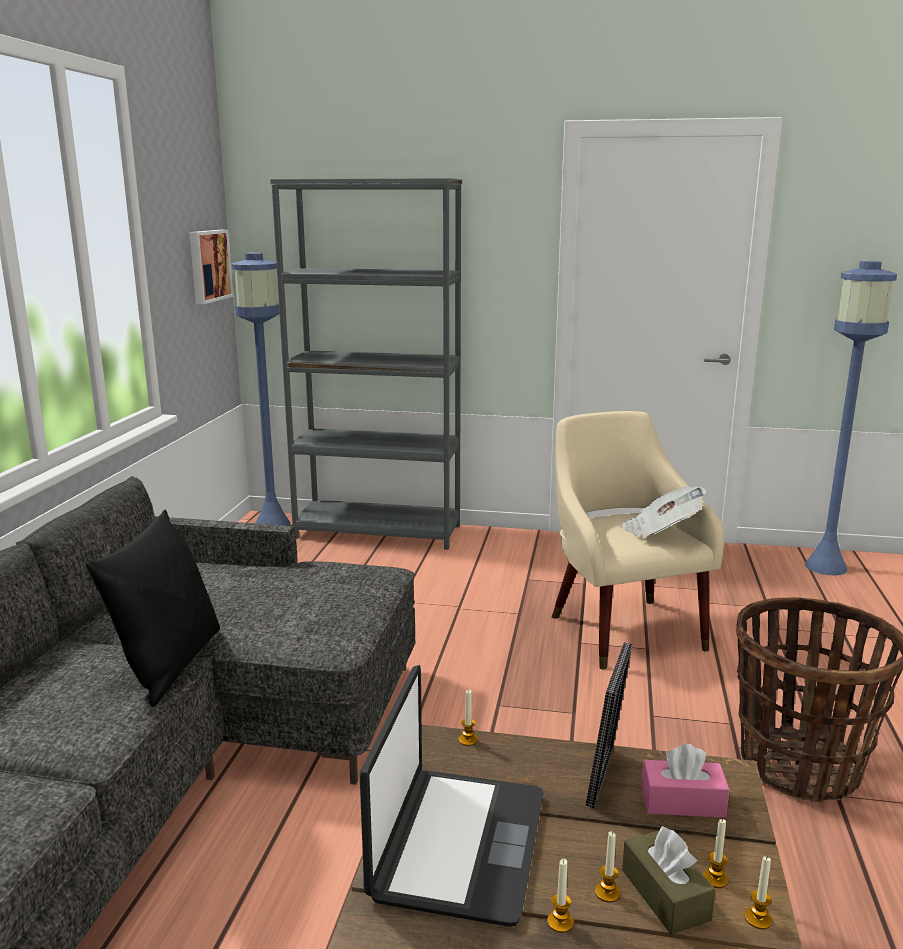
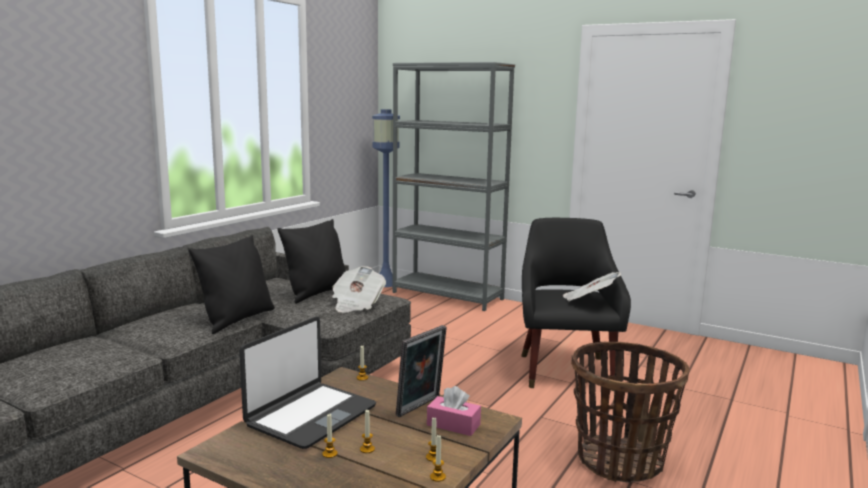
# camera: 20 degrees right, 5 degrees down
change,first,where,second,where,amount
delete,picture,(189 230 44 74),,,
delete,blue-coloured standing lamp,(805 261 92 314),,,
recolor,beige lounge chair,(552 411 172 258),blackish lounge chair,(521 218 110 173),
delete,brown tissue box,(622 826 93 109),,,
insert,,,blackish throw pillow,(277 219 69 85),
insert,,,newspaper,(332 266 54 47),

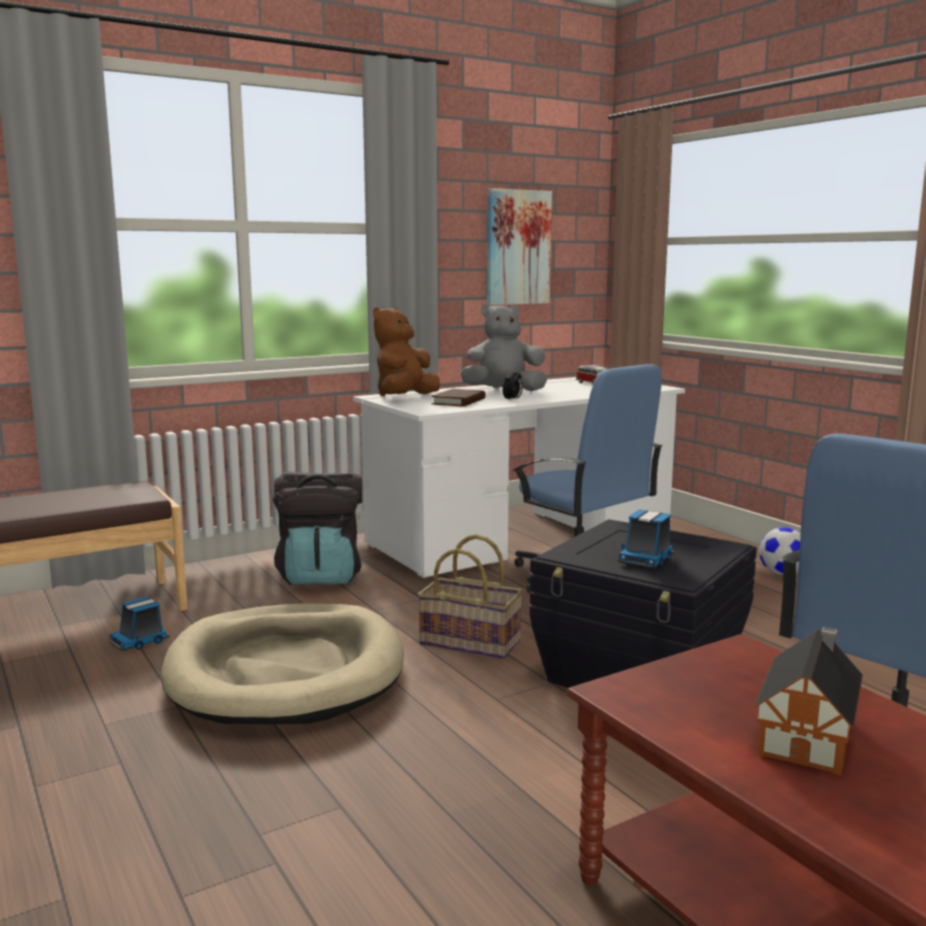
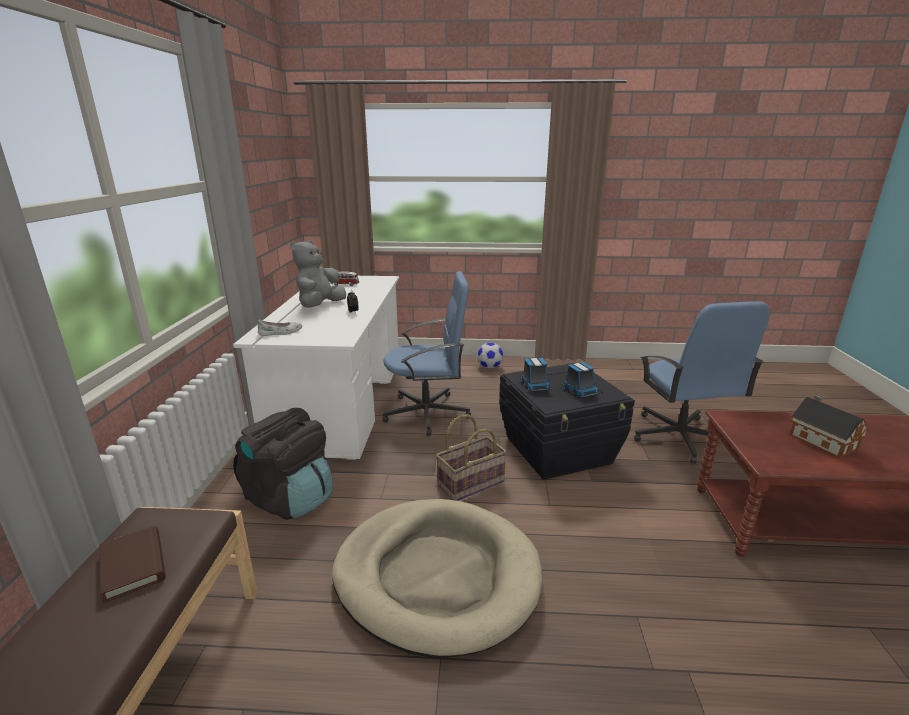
# camera: 55 degrees left, 10 degrees up
change,first,where,second,where,amount
delete,picture,(487 188 65 117),,,
replace,brown cuddly toy,(373 307 67 89),white shoe,(258 320 44 16),
move,brown bound book,(431 389 55 17),,(100 526 66 77),
move,model truck,(109 597 61 54),,(521 358 30 34),

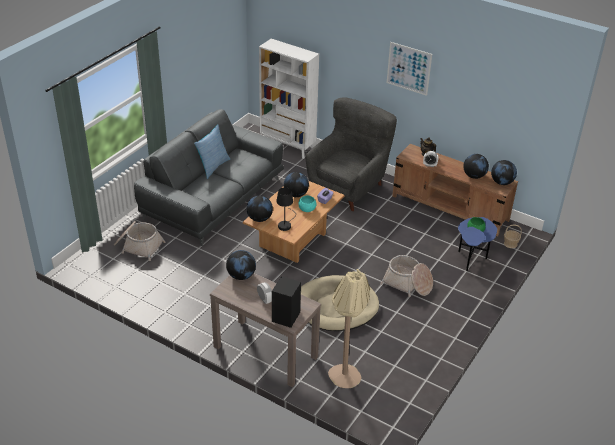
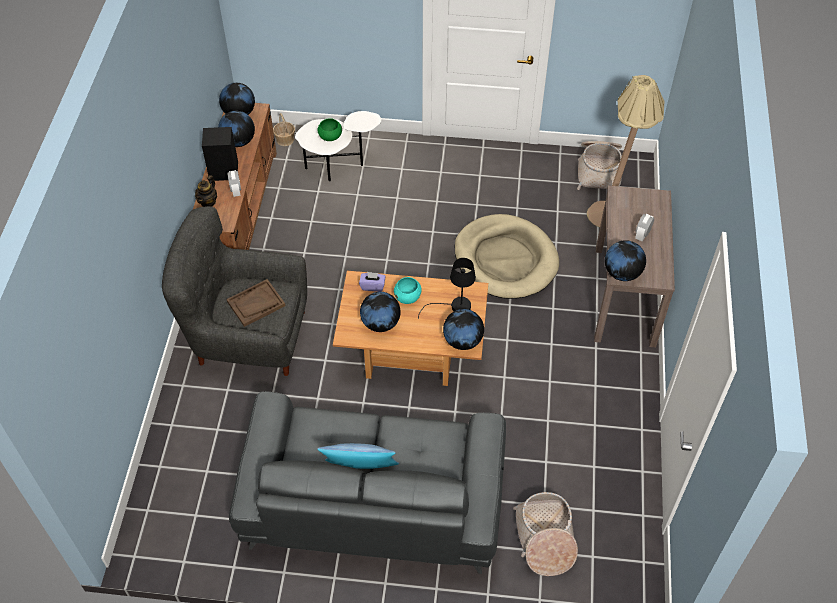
# camera: 115 degrees left, 15 degrees up
change,first,where,second,where,amount
delete,white bookcase,(259 39 60 120),,,
delete,picture,(387 42 45 54),,,
recolor,blue-coloured side table,(458 217 39 54),white side table,(295 111 86 70),
move,household basket,(380 255 53 42),,(577 141 45 49),
move,blackish audio speaker,(272 276 29 52),,(202 127 36 54),
insert,,,brown tray,(226 279 59 48),

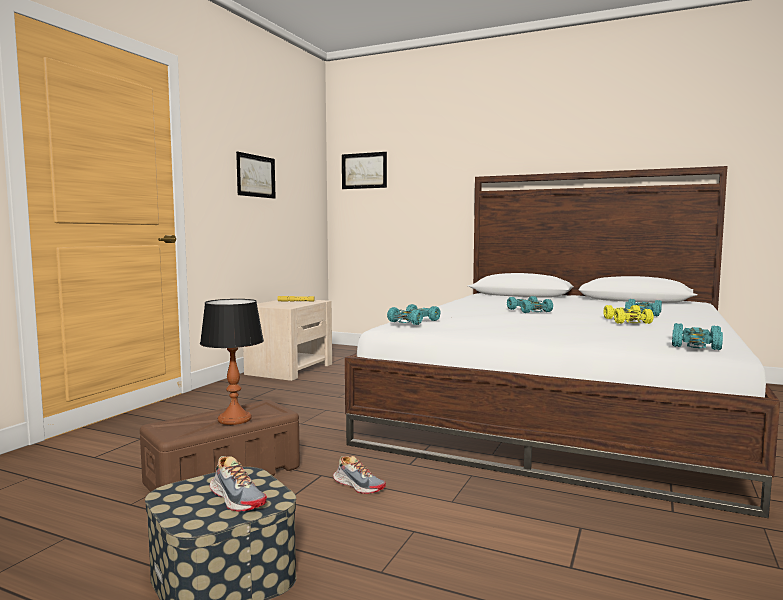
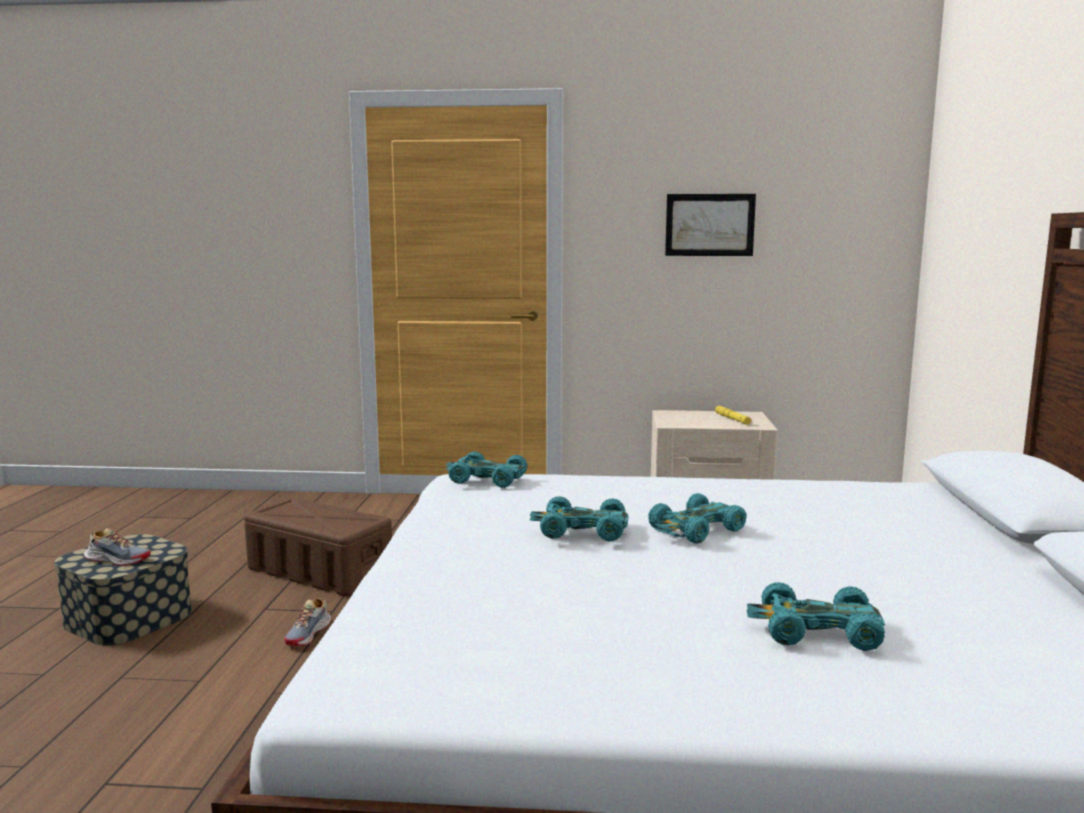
# camera: 70 degrees right, 5 degrees up
change,first,where,second,where,amount
delete,picture,(342 152 45 37),,,
delete,tabletop lamp,(200 299 64 126),,,
delete,yellow-coloured model car,(603 305 51 19),,,
move,blue-green model car,(672 323 51 27),,(530 496 98 45),
rotate,shoe,(210 456 57 55),,(84 528 67 38),105 degrees counterclockwise

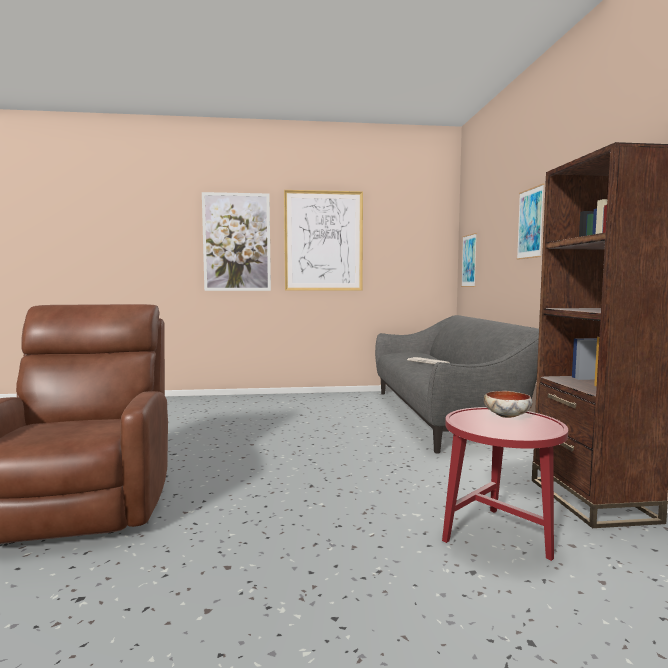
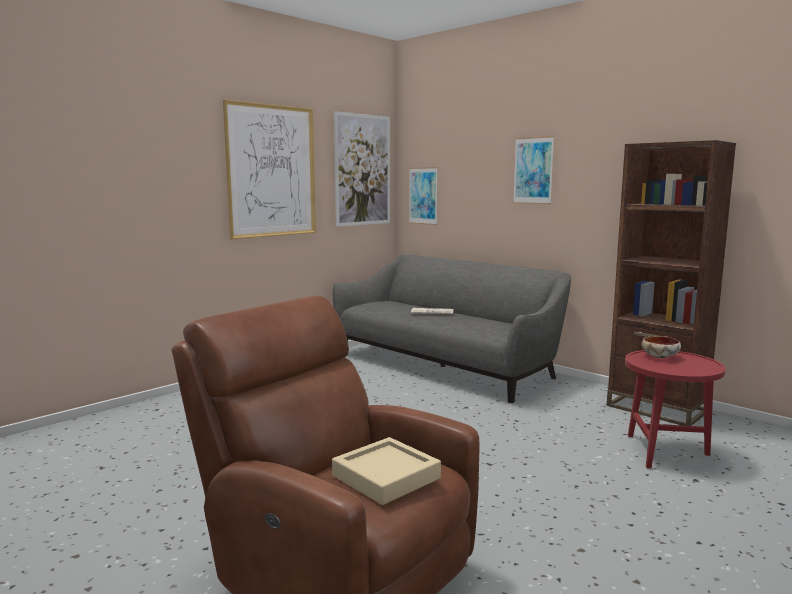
# camera: 40 degrees left, 5 degrees up
change,first,where,second,where,amount
move,picture,(202 192 69 99),,(334 111 56 116),
insert,,,beige tray,(332 437 109 68),

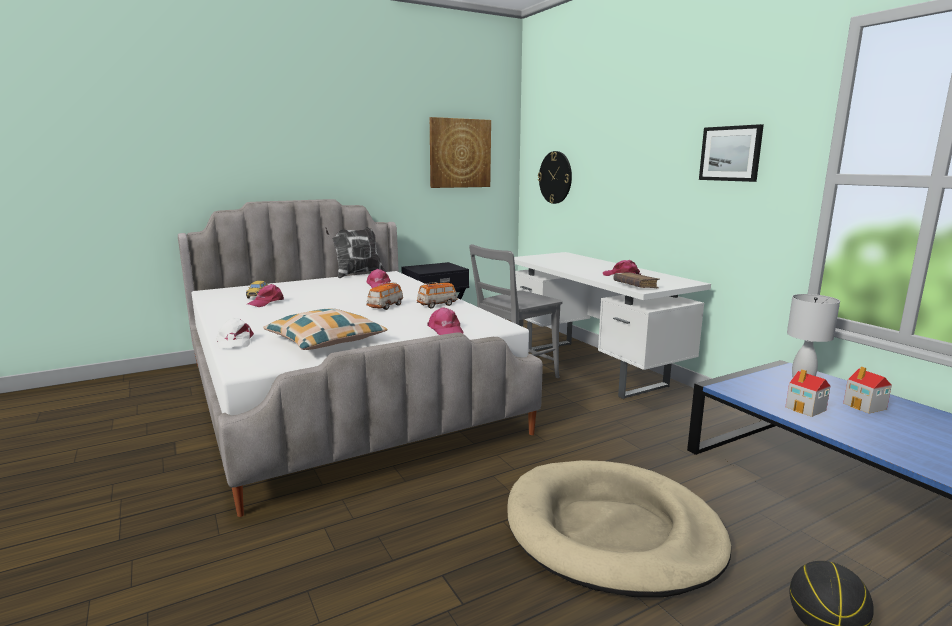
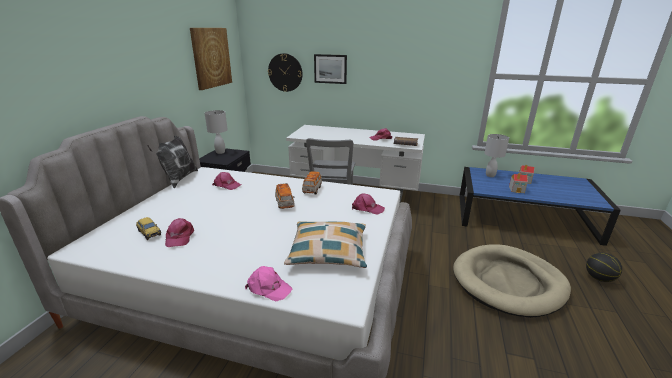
# camera: 45 degrees left, 10 degrees up
change,first,where,second,where,amount
move,picture,(699 124 65 58),,(314 54 33 30),
recolor,white baseball cap,(216 318 38 31),pinkish baseball cap,(245 266 47 35),
insert,,,white tabletop lamp,(205 110 23 44),

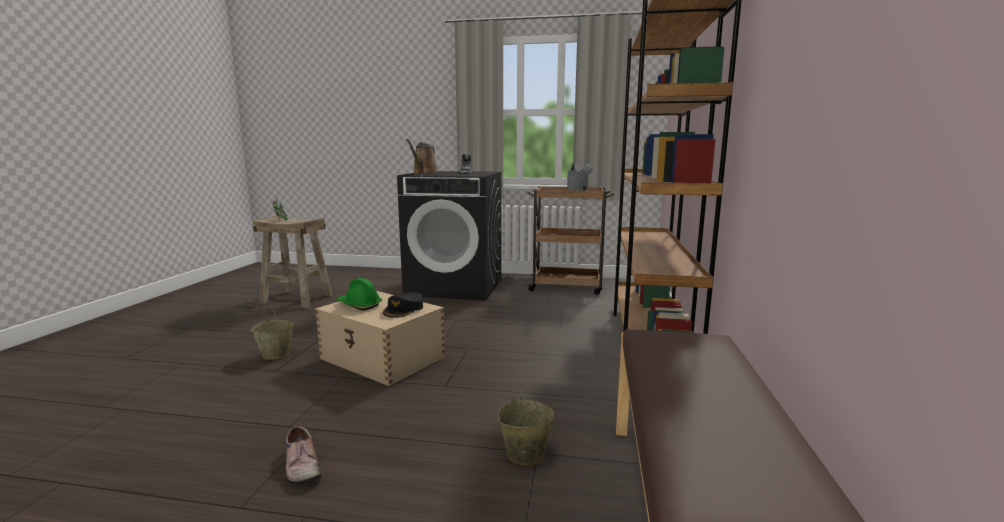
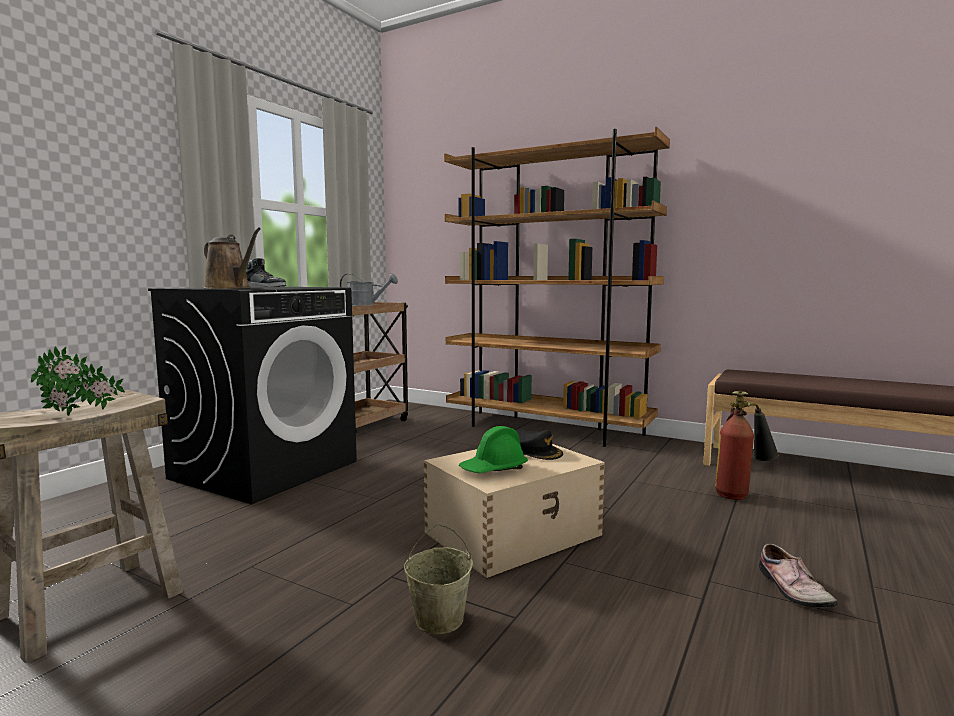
# camera: 70 degrees left, 5 degrees down
change,first,where,second,where,amount
replace,beige bucket,(498 384 56 81),fire extinguisher,(715 390 64 110),
rotate,shoe,(286 426 36 59),,(759 544 78 64),90 degrees clockwise

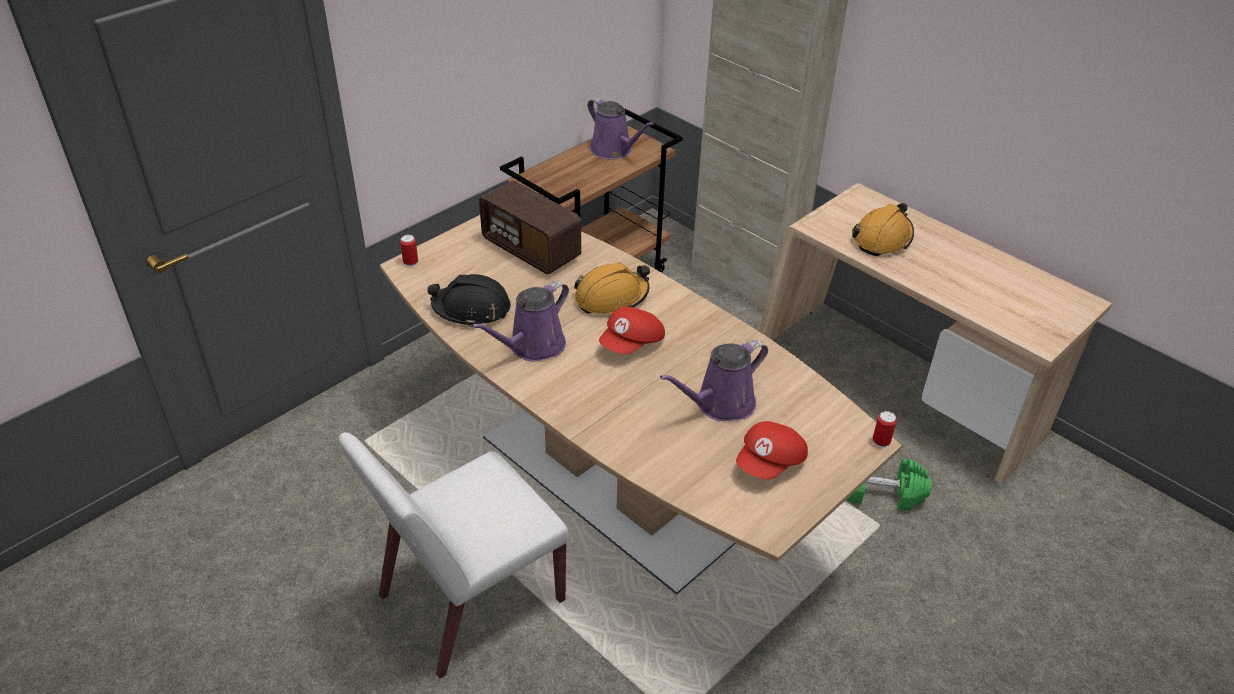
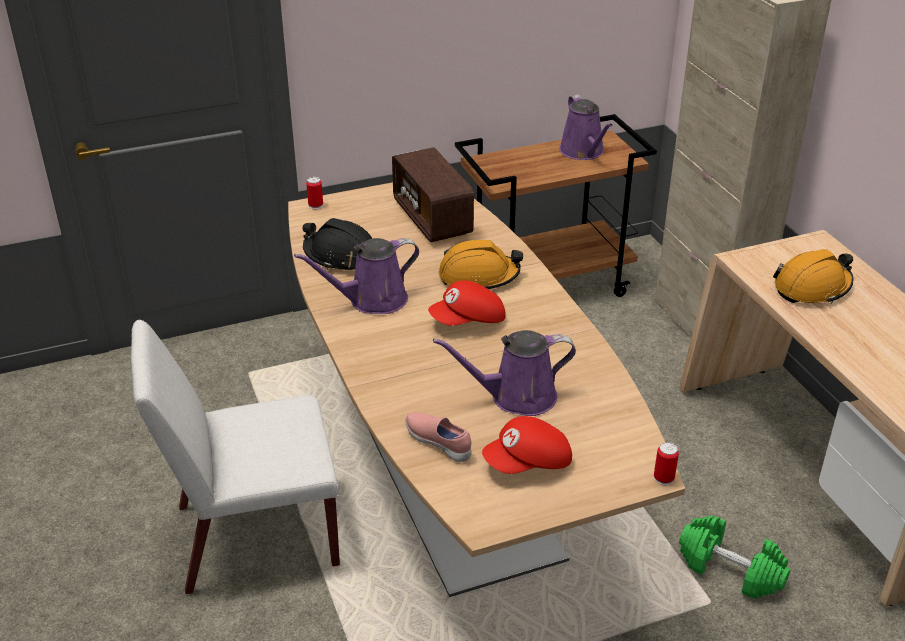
# camera: 25 degrees right, 5 degrees down
change,first,where,second,where,amount
insert,,,pinkish shoe,(405 412 67 50),

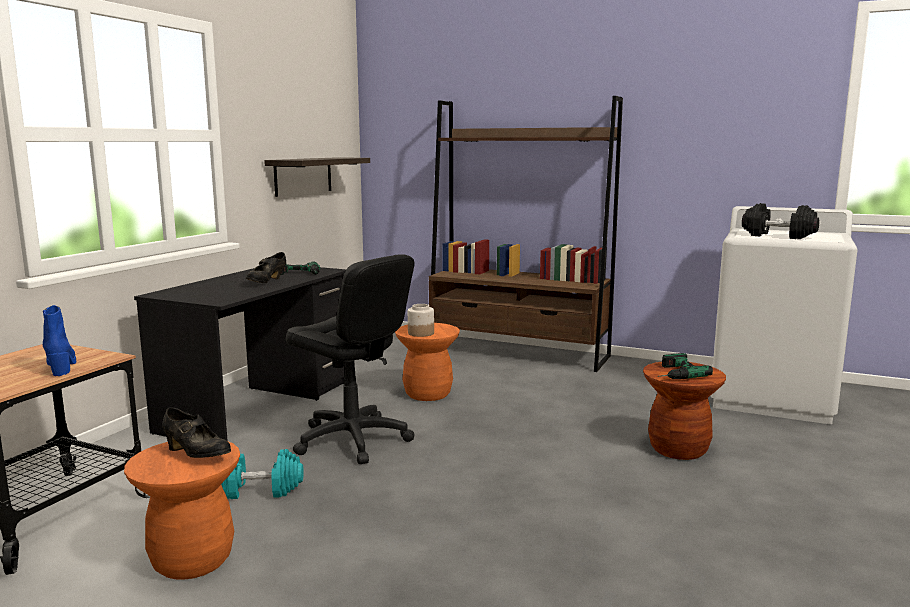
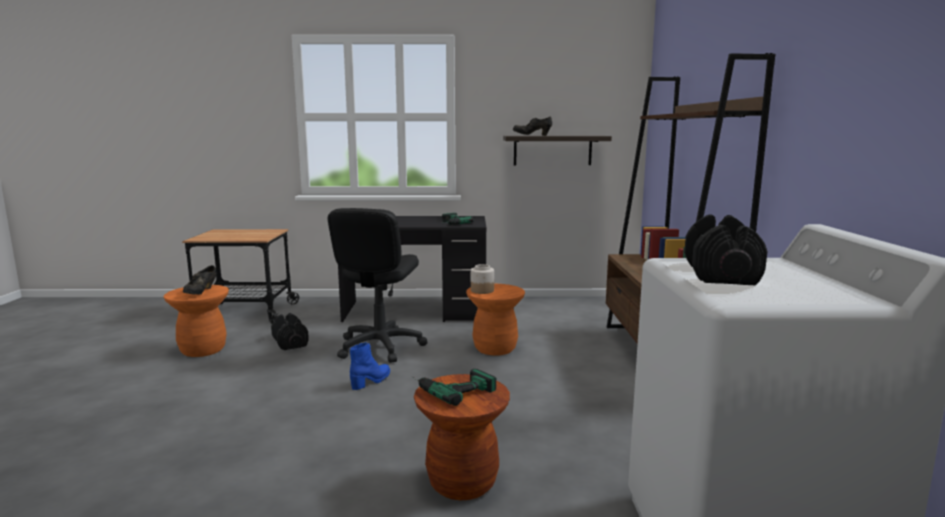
# camera: 65 degrees right, 0 degrees up
change,first,where,second,where,amount
move,blackish shoe,(246 252 40 31),,(513 116 39 20),
move,blue-coloured high-top boot,(43 305 33 71),,(350 342 40 48),
recolor,blue-green hand weight,(221 449 83 50),blackish hand weight,(271 313 38 37),

